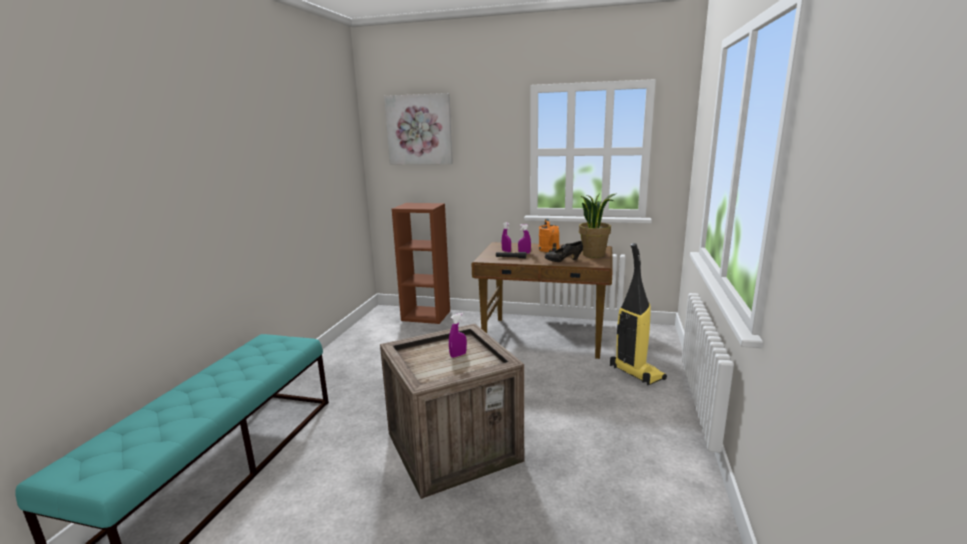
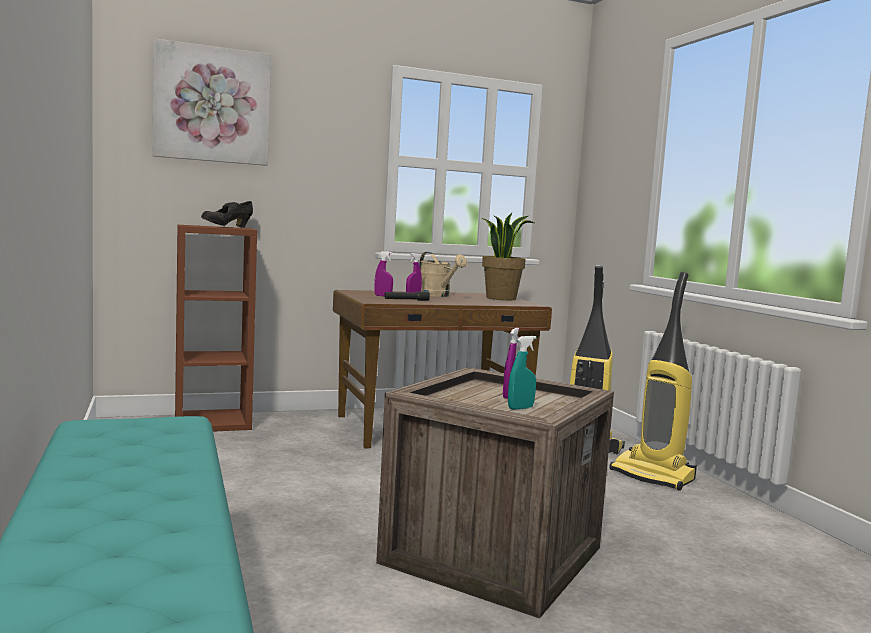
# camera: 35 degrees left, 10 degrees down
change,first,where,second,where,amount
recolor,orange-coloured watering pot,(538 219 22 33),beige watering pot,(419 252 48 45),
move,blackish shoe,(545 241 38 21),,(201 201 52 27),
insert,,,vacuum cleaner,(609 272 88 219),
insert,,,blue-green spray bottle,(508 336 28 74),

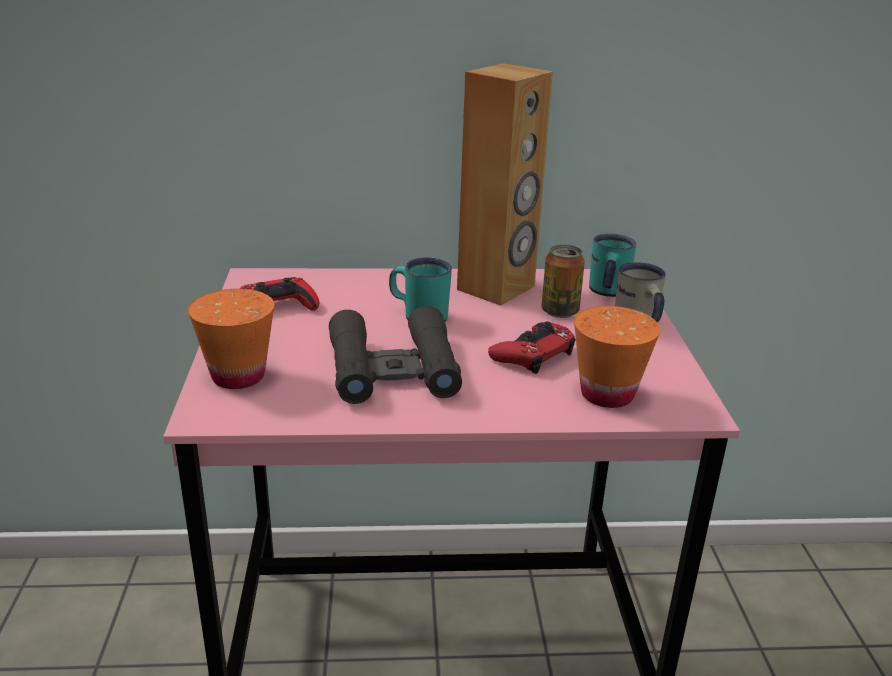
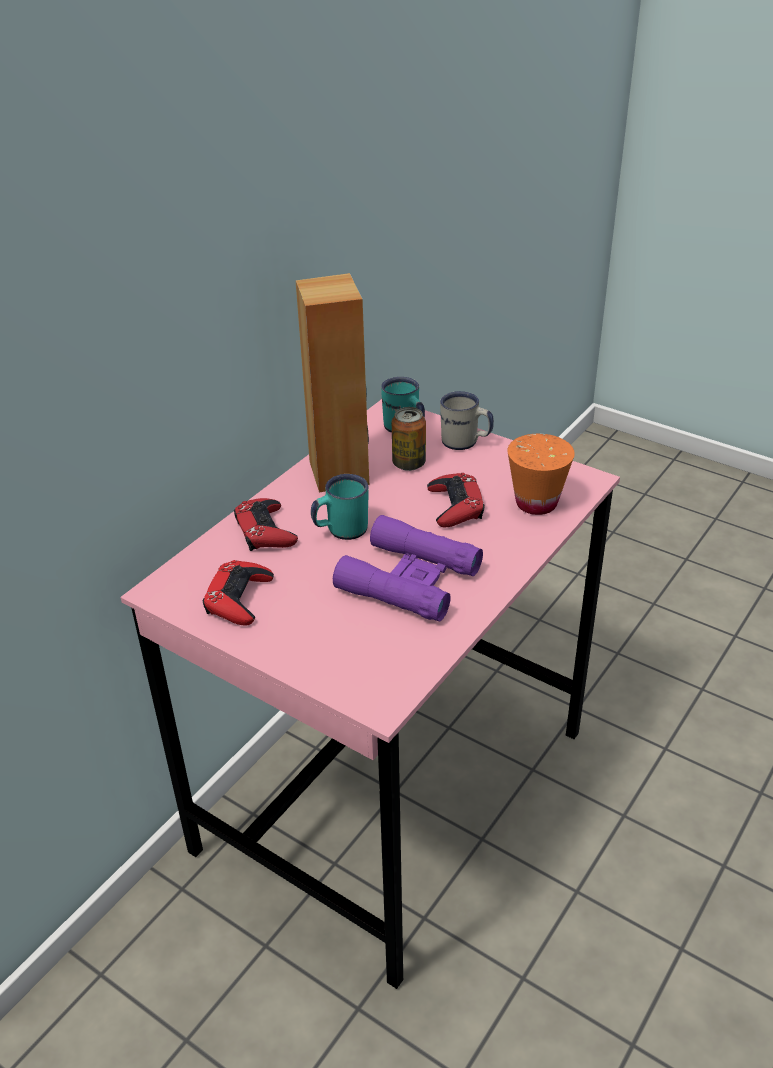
# camera: 50 degrees left, 10 degrees up
change,first,where,second,where,amount
delete,orange-coloured cup,(188 289 86 100),,,
recolor,blackish pair of binoculars,(329 306 133 98),purple pair of binoculars,(333 515 150 106),
insert,,,red joypad,(234 498 64 53),

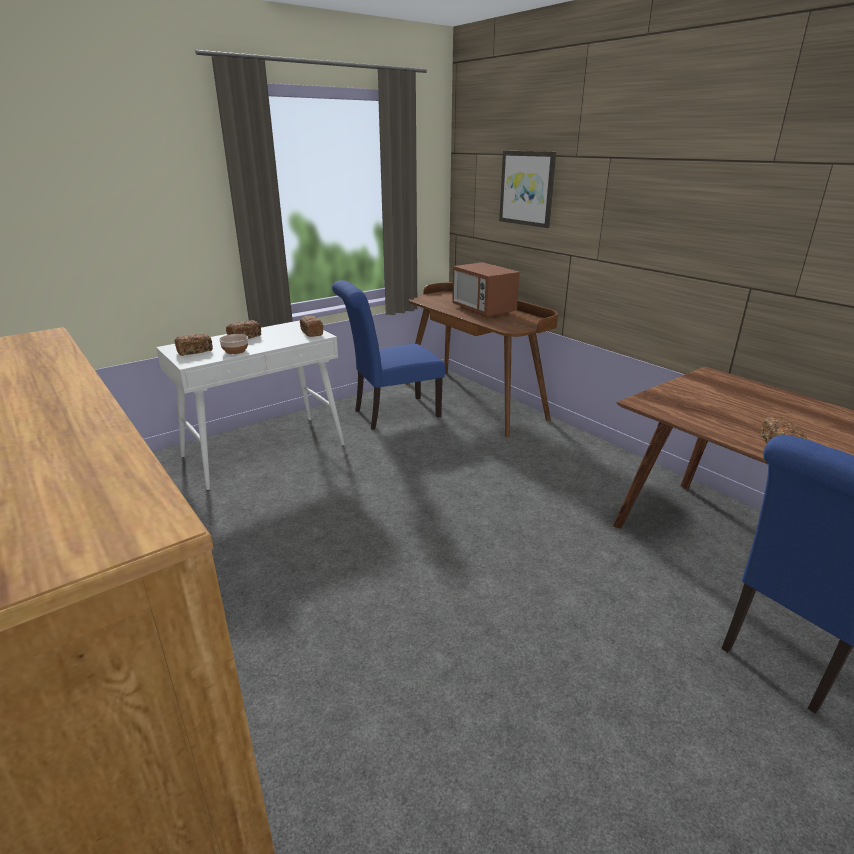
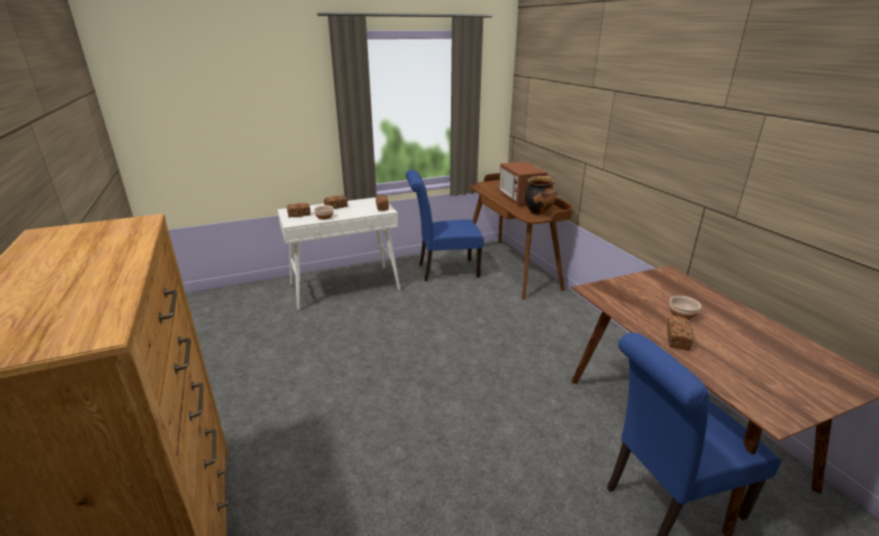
# camera: 15 degrees right, 0 degrees up
change,first,where,second,where,amount
delete,picture,(499 151 57 77),,,
insert,,,saucepot,(524 176 32 39),
insert,,,deep dish,(669 296 32 24),

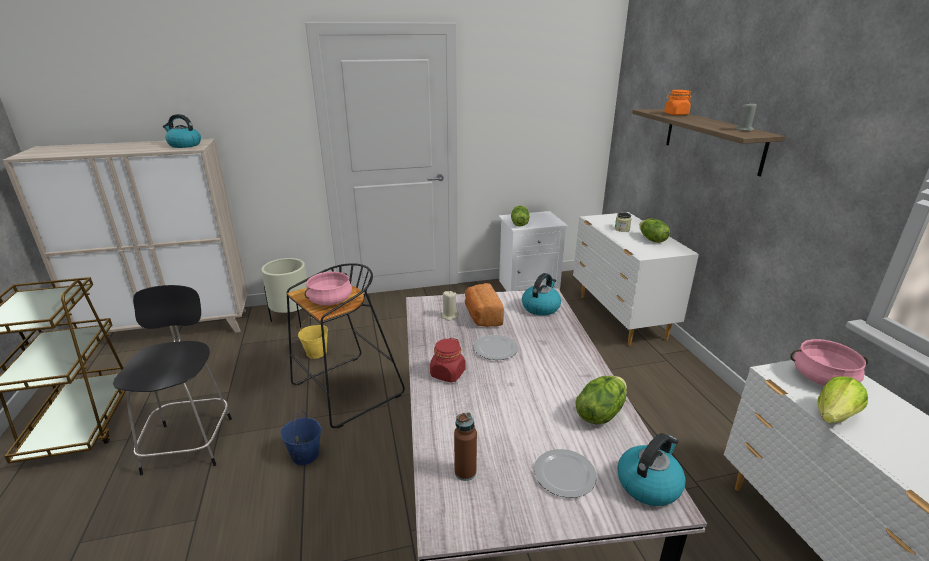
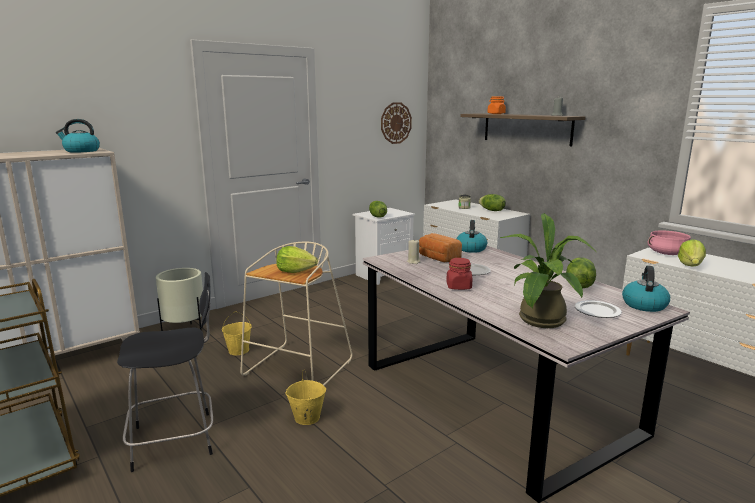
# camera: 25 degrees left, 10 degrees down
change,first,where,second,where,amount
recolor,blackish sitting stool,(287 263 118 165),beige sitting stool,(240 242 112 144),
replace,pinkish saucepot,(305 272 47 33),lettuce,(277 246 41 27),
rotate,blackish plain chair,(113 285 119 190),,(117 272 96 200),105 degrees clockwise
recolor,blue-coloured bucket,(280 411 41 54),yellow-coloured bucket,(286 370 40 55),
replace,brown bottle,(454 412 23 69),potted plant,(500 213 96 115),
insert,,,clock on the wall,(381 102 31 42),

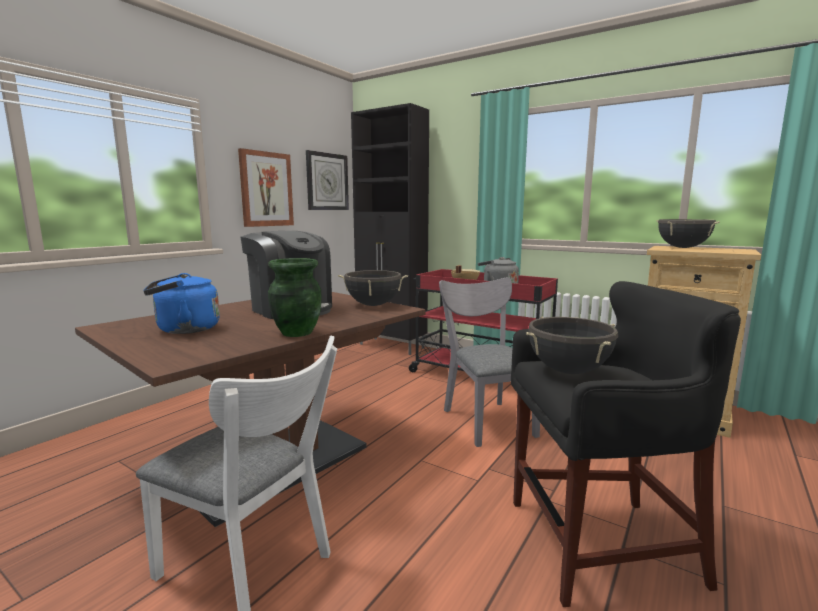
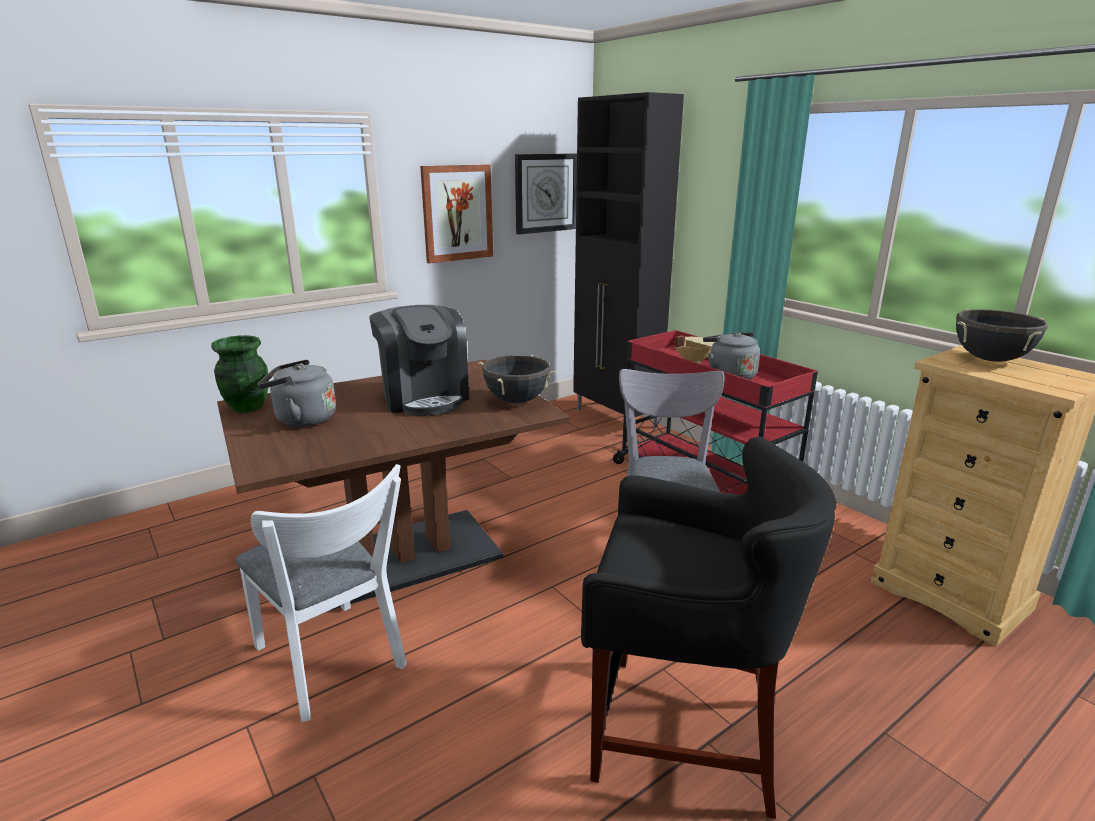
# camera: 20 degrees right, 10 degrees up
change,first,where,second,where,amount
move,green-coloured decorative vase,(268 258 54 79),,(211 335 57 78),
recolor,blue-coloured kettle,(143 273 77 61),grey kettle,(257 360 79 67),
delete,blackish saucepot,(526 317 92 57),,,

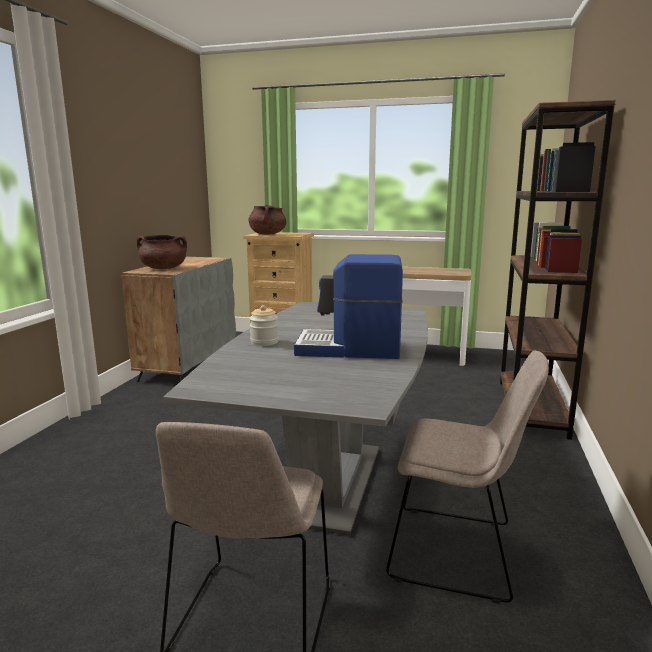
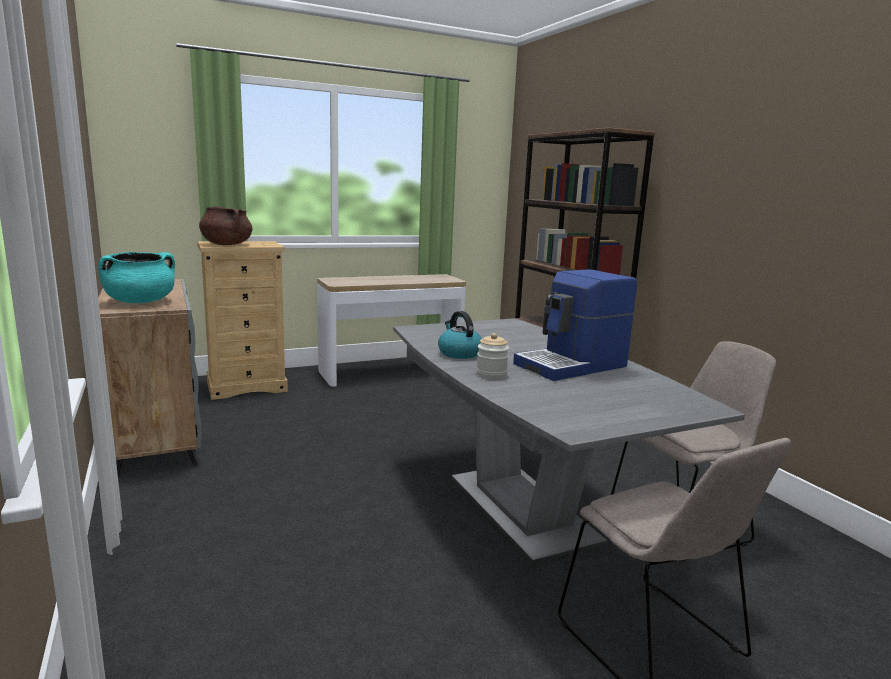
# camera: 40 degrees left, 0 degrees up
change,first,where,second,where,amount
recolor,brown saucepot,(137 235 50 34),blue-green saucepot,(98 252 77 51),
insert,,,kettle,(438 311 44 48),

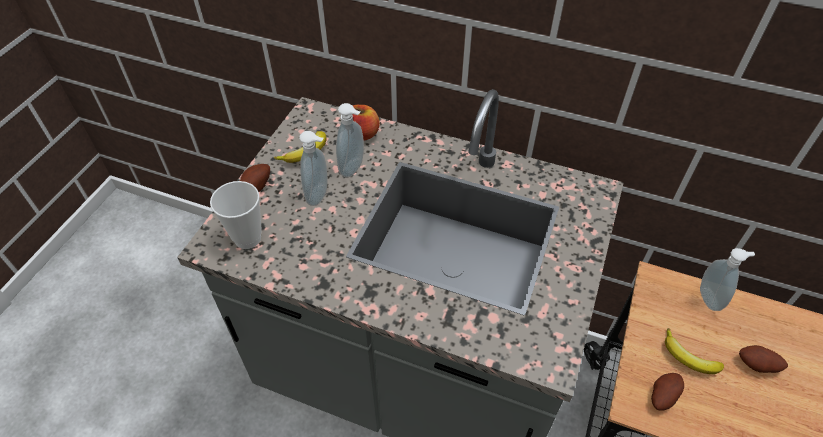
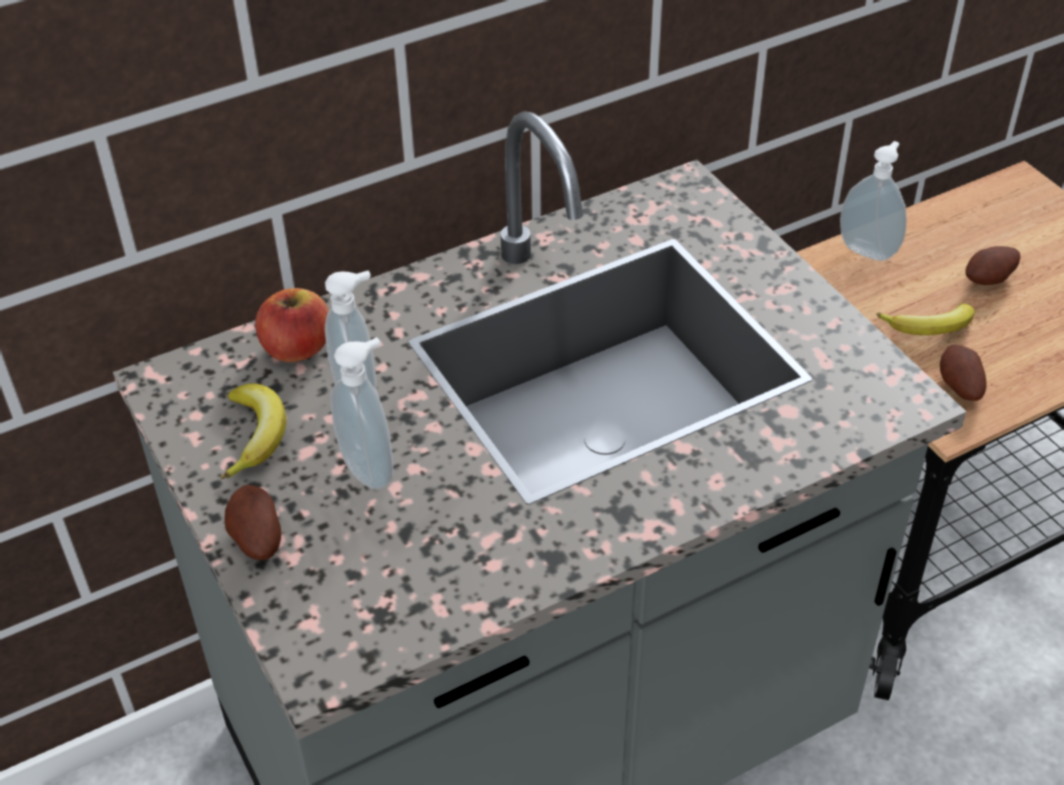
# camera: 50 degrees left, 5 degrees down
change,first,where,second,where,amount
delete,cup,(210 181 52 68),,,

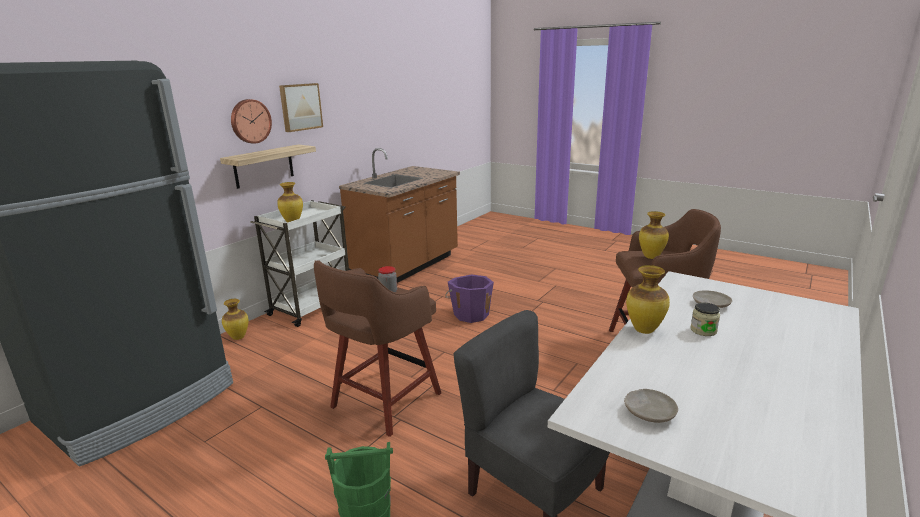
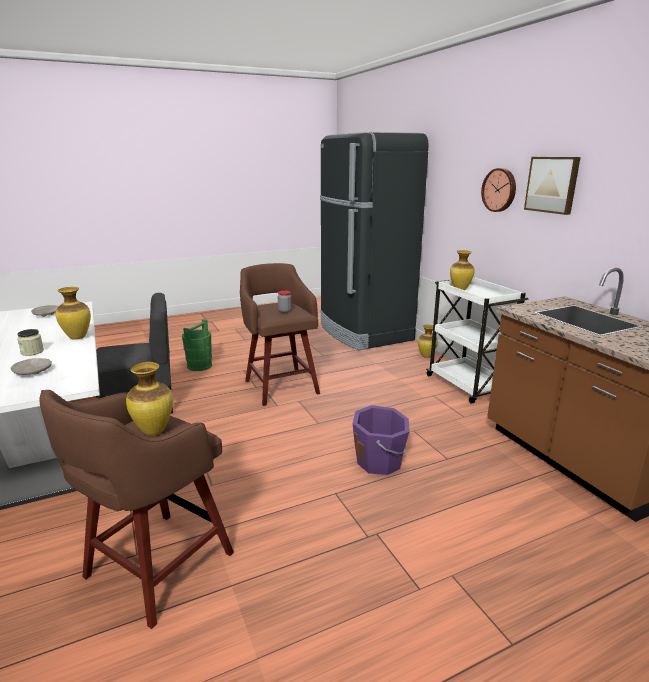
# camera: 120 degrees right, 0 degrees up
change,first,where,second,where,amount
delete,bracket shelf,(220 145 96 44),,,

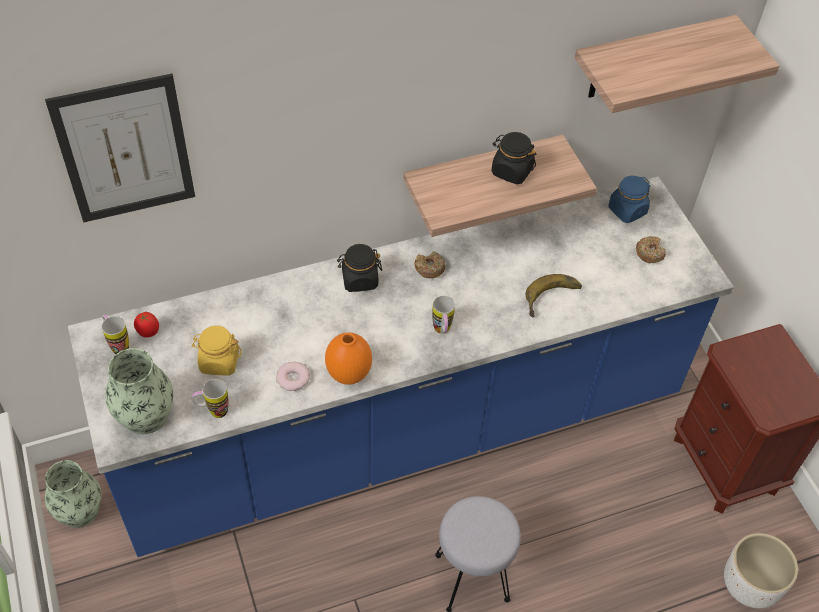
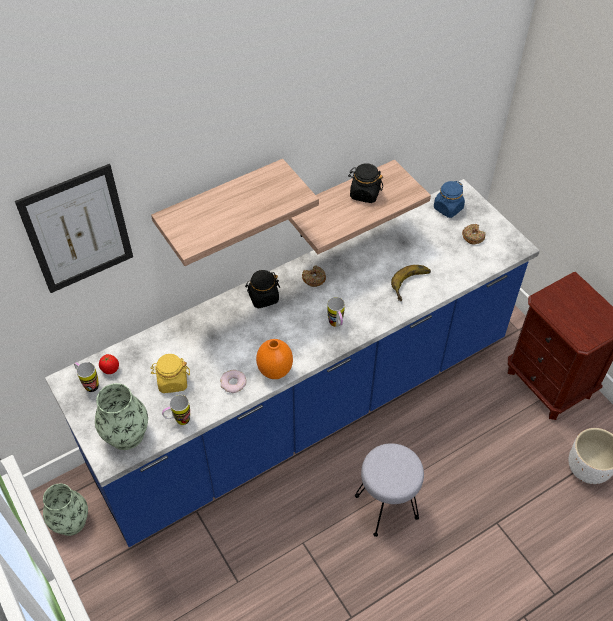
# camera: 10 degrees left, 0 degrees up
change,first,where,second,where,amount
move,bracket shelf,(575 15 204 98),,(151 159 168 107),

